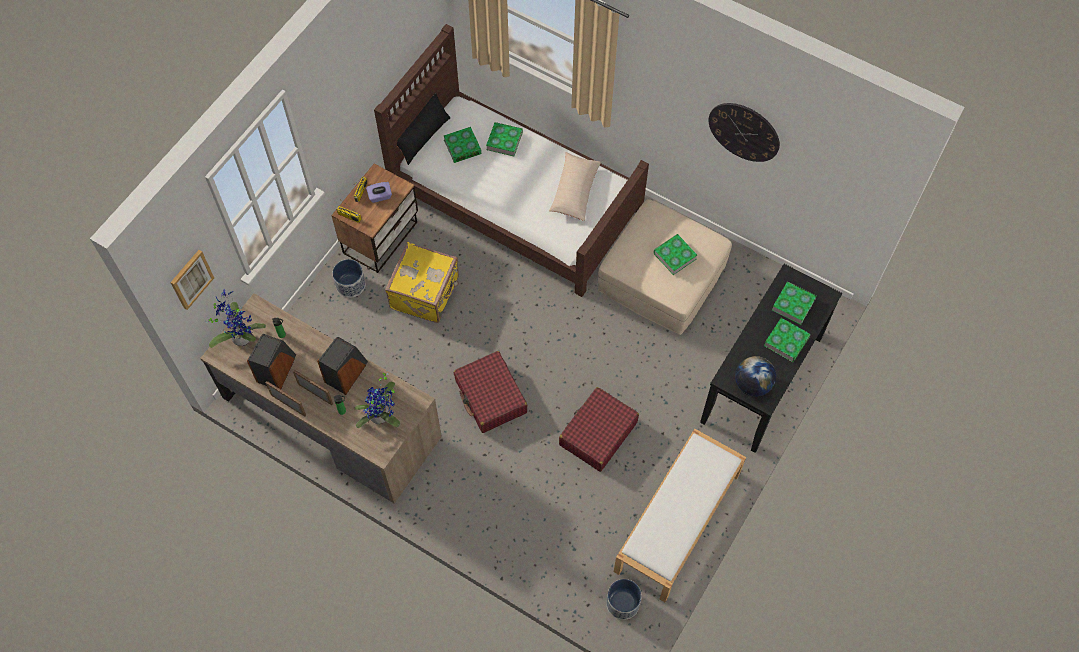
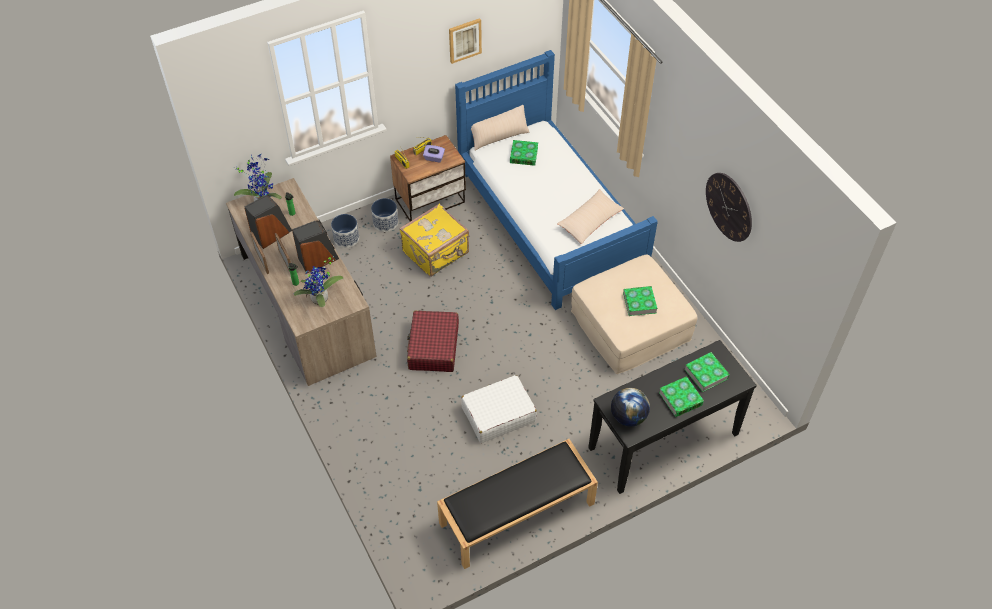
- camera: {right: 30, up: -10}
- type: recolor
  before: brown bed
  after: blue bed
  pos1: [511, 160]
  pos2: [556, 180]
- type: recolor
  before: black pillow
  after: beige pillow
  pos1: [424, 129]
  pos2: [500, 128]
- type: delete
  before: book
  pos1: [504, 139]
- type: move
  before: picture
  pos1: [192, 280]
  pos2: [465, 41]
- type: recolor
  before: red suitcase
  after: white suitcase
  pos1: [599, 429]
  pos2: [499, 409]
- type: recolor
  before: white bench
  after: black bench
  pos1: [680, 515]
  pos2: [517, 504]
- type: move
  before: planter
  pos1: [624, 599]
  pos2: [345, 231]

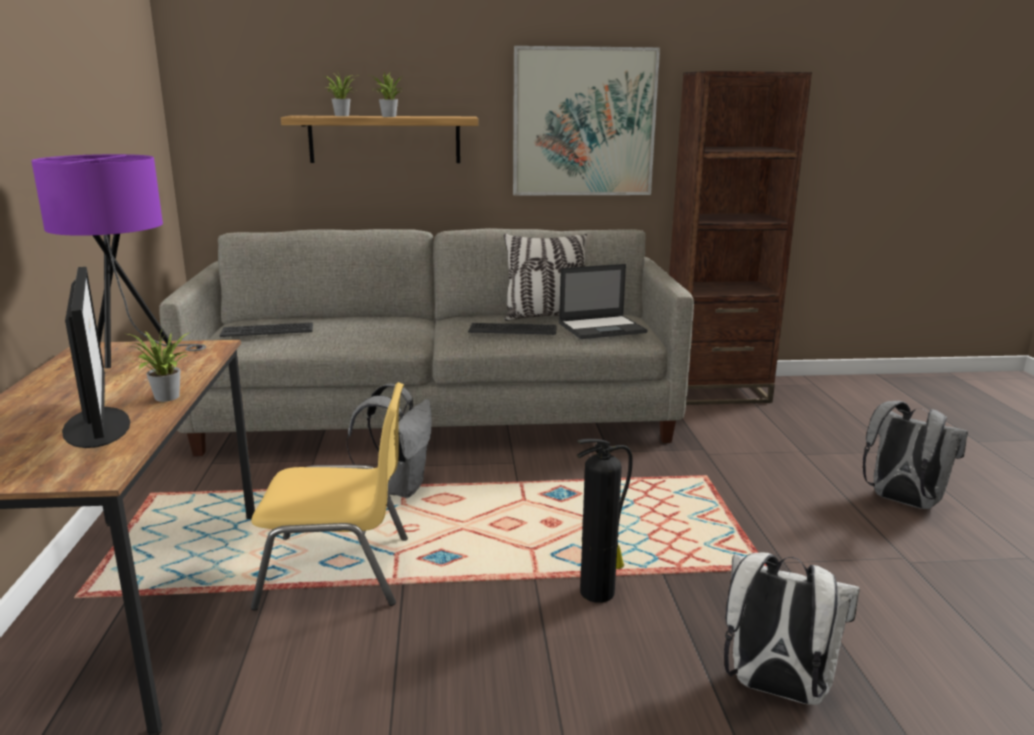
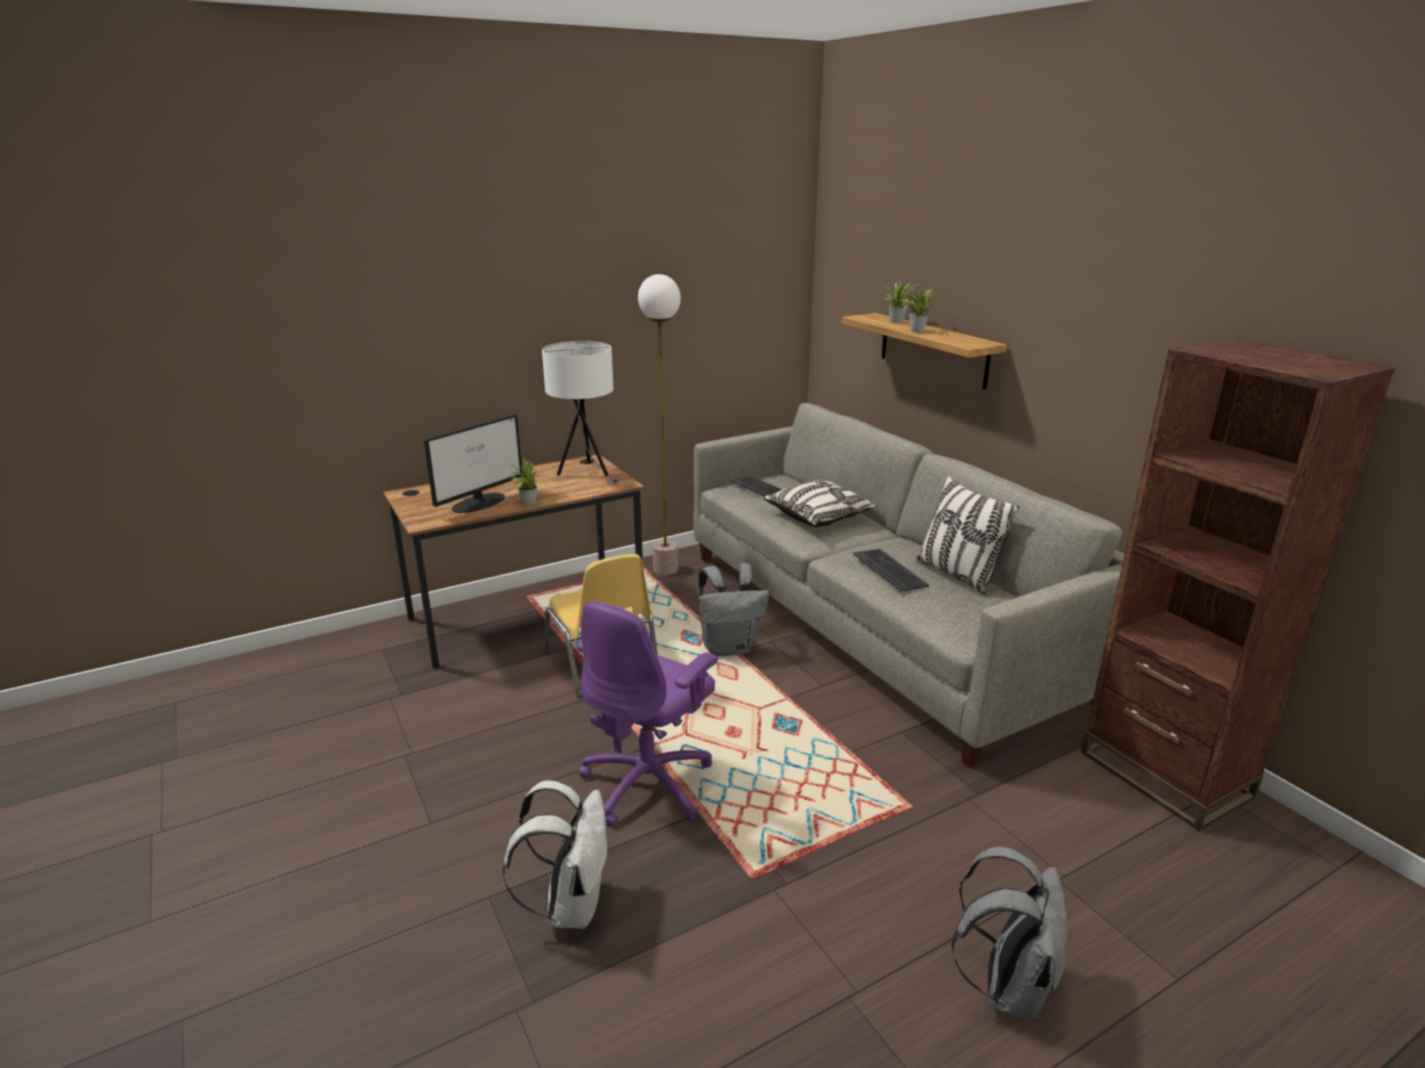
- camera: {right: 65, up: 5}
- type: delete
  before: picture
  pos1: [586, 120]
- type: recolor
  before: purple table lamp
  after: white table lamp
  pos1: [118, 261]
  pos2: [581, 412]
- type: delete
  before: laptop
  pos1: [603, 301]
- type: replace
  before: fire extinguisher
  after: purple office chair
  pos1: [604, 521]
  pos2: [647, 714]
- type: insert
  after: floor lamp
  pos2: [659, 424]
- type: insert
  after: pillow
  pos2: [820, 503]

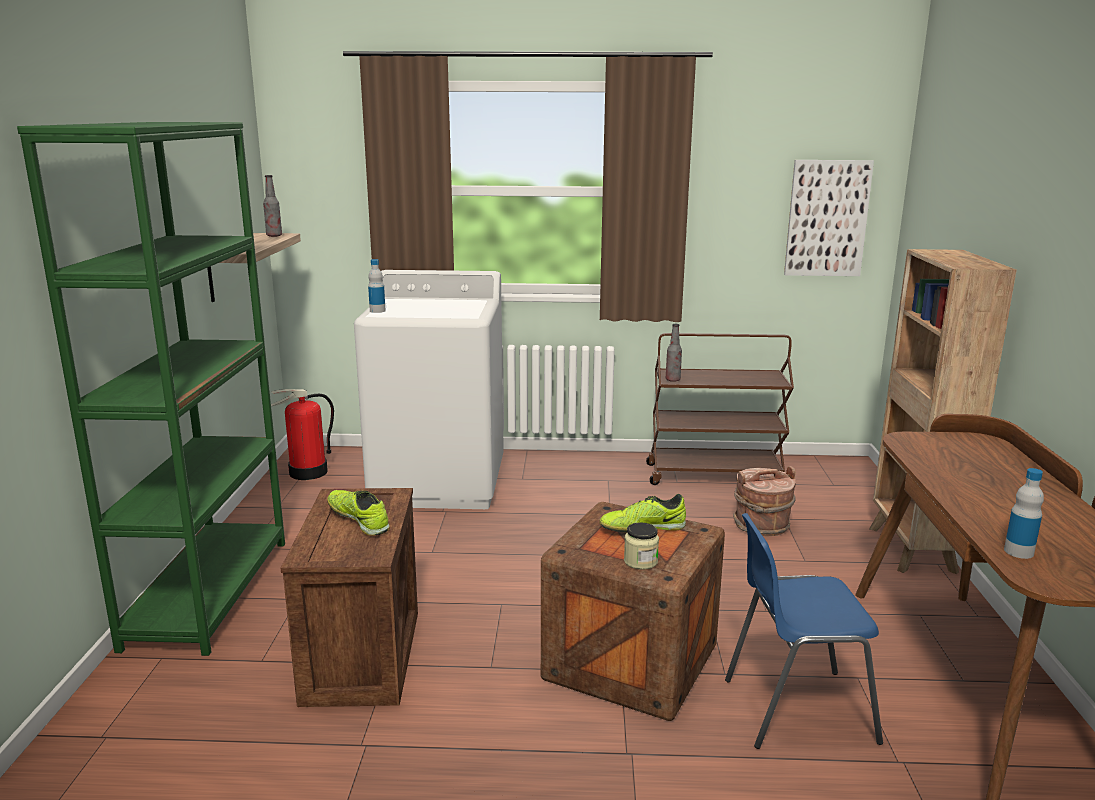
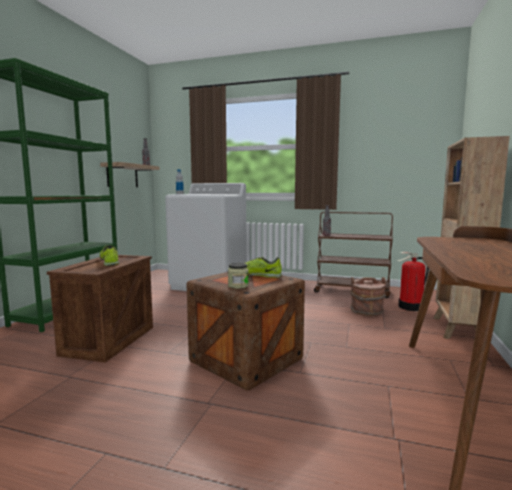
- camera: {right: 15, up: -10}
- type: delete
  before: picture
  pos1: [829, 218]
- type: move
  before: fire extinguisher
  pos1: [302, 434]
  pos2: [413, 281]
- type: delete
  before: bottle
  pos1: [1024, 513]
- type: delete
  before: blue chair
  pos1: [804, 631]

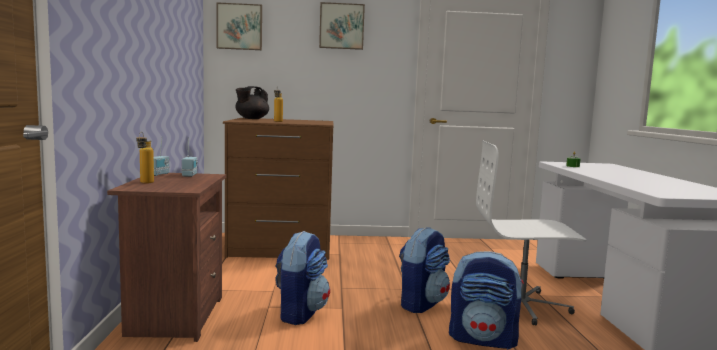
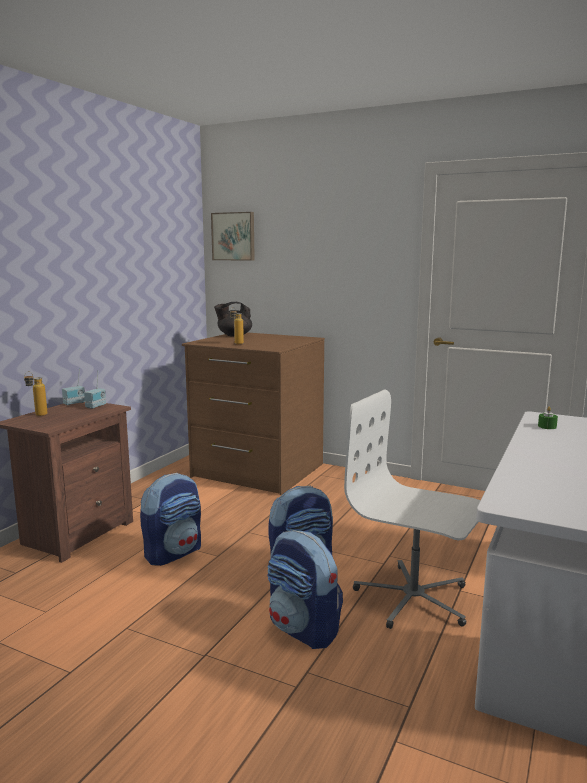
- camera: {right: 30, up: 5}
- type: delete
  before: picture
  pos1: [342, 26]

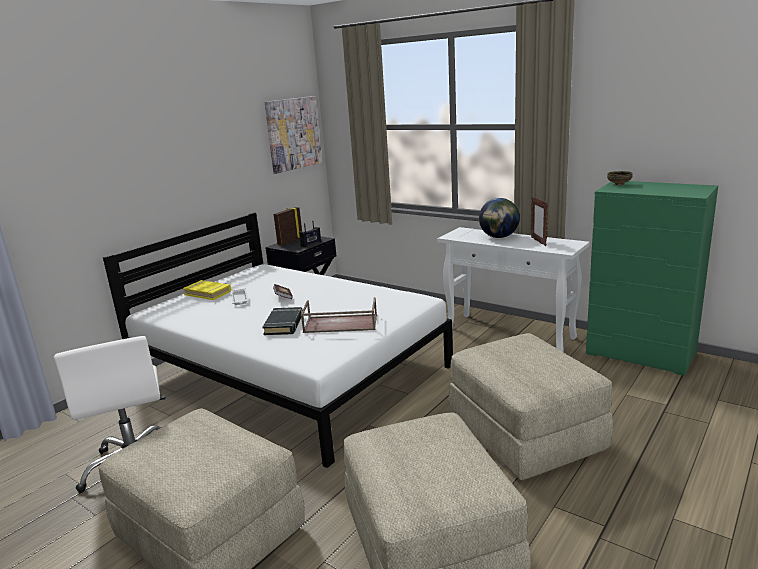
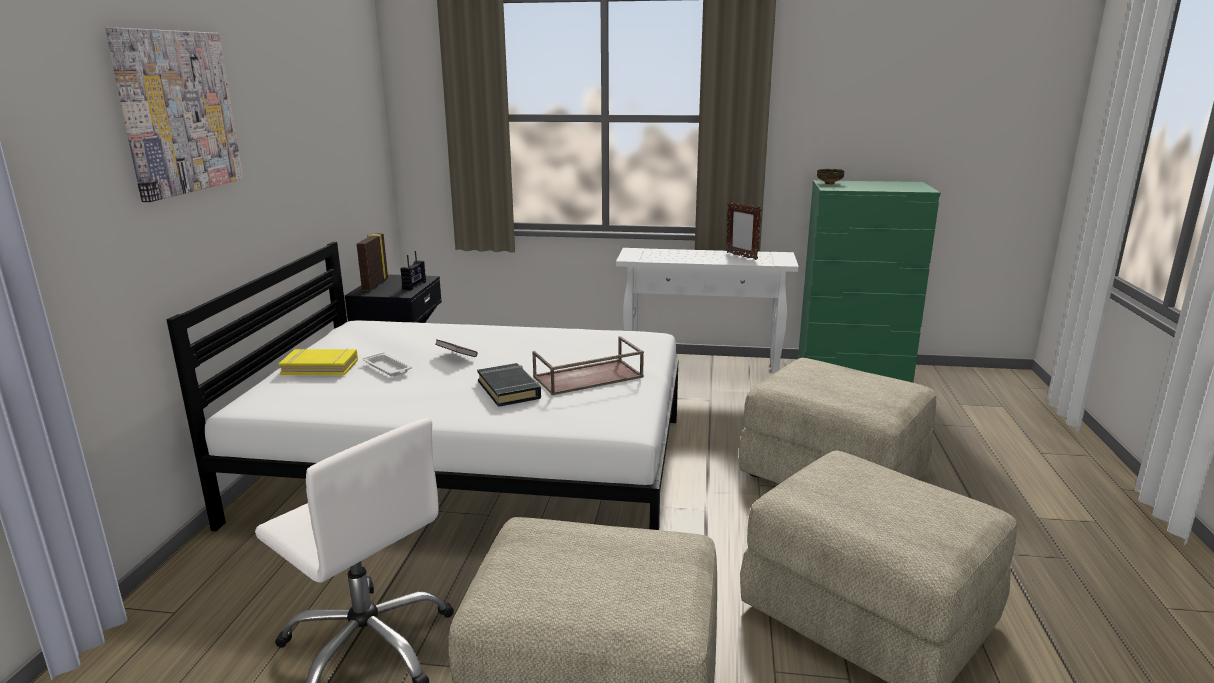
- camera: {right: -30, up: 0}
- type: move
  before: picture
  pos1: [293, 135]
  pos2: [174, 114]
- type: delete
  before: globe
  pos1: [499, 218]

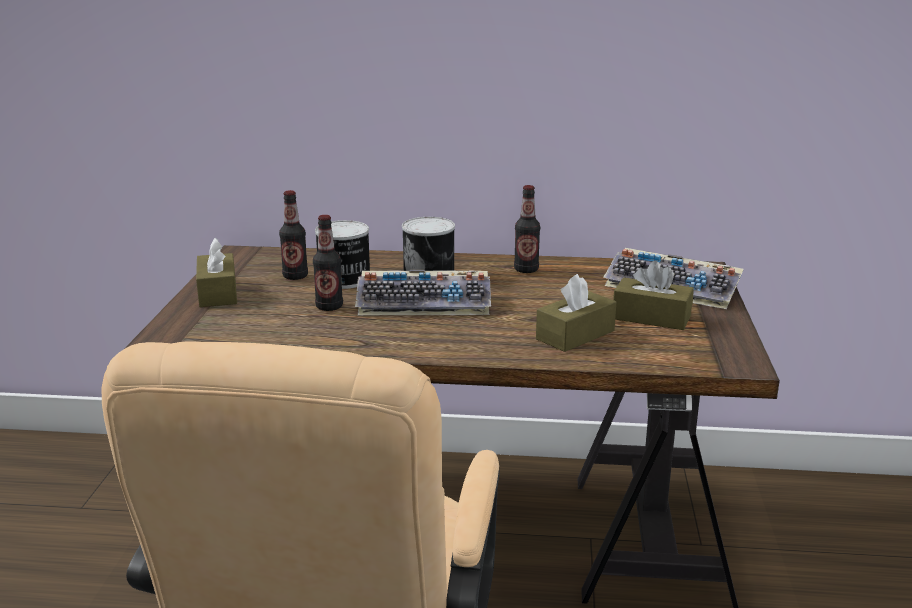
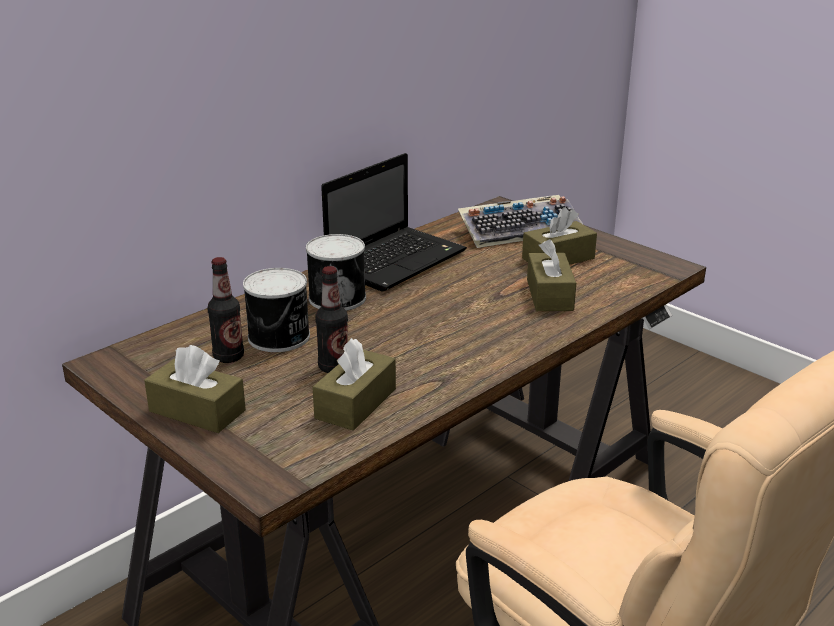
- camera: {right: -50, up: 5}
- type: replace
  before: bottle
  after: laptop
  pos1: [527, 229]
  pos2: [394, 222]
- type: delete
  before: keyboard
  pos1: [423, 292]
- type: insert
  after: brown tissue box
  pos2: [354, 384]

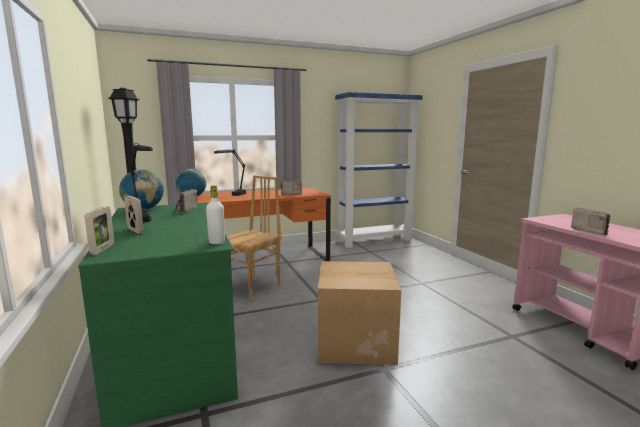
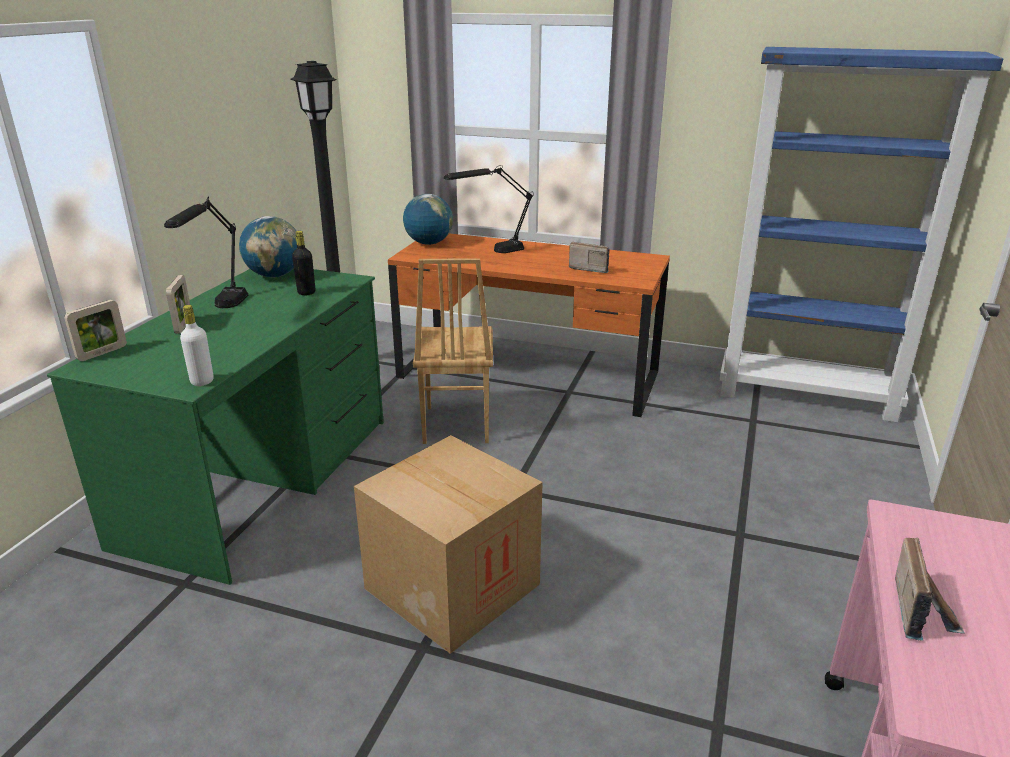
- camera: {right: 40, up: 15}
- type: rotate
  before: brown chair
  pos1: [254, 238]
  pos2: [453, 351]
  turn: 105
- type: replace
  before: radio
  after: black bottle
  pos1: [186, 201]
  pos2: [303, 263]

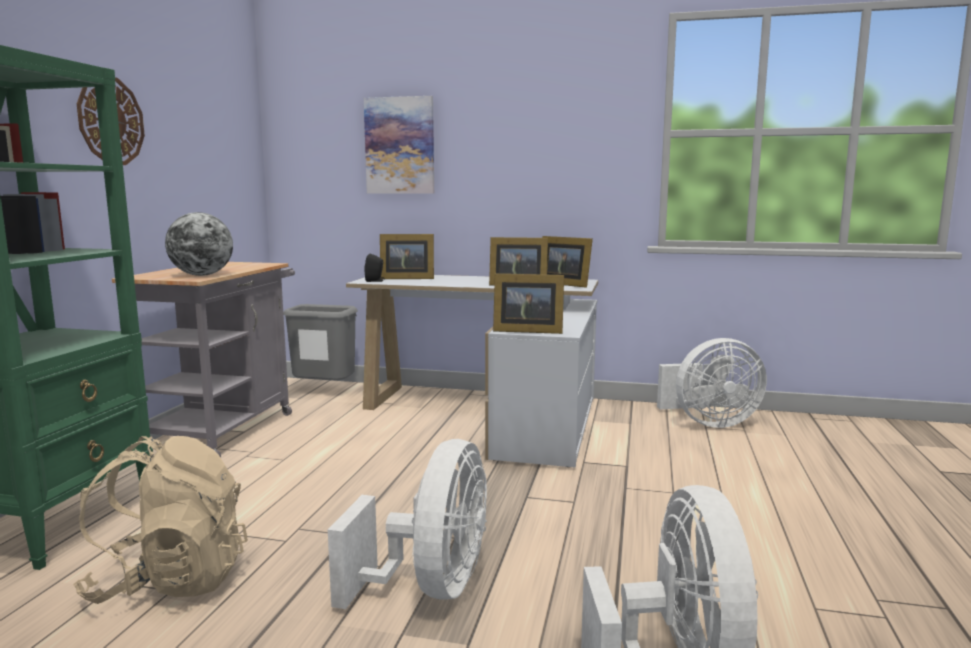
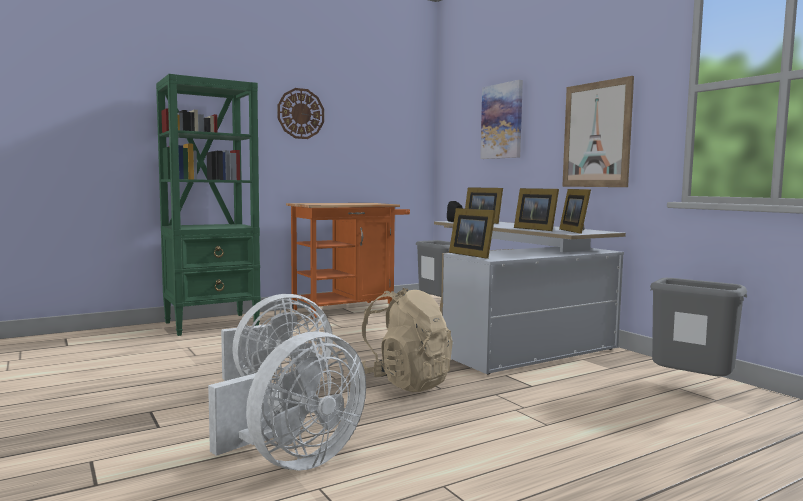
- camera: {right: 45, up: -5}
- type: delete
  before: globe
  pos1: [199, 244]
- type: recolor
  before: grey cart
  after: orange cart
  pos1: [203, 360]
  pos2: [348, 261]
- type: replace
  before: white fan
  after: grey trash can
  pos1: [712, 383]
  pos2: [698, 327]
- type: move
  before: beige backpack
  pos1: [160, 520]
  pos2: [407, 340]
- type: insert
  after: picture
  pos2: [598, 131]

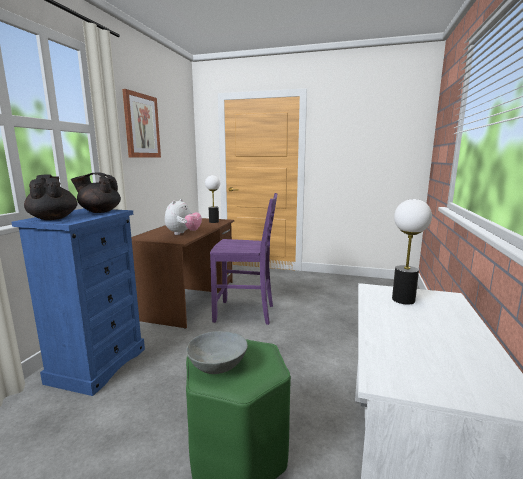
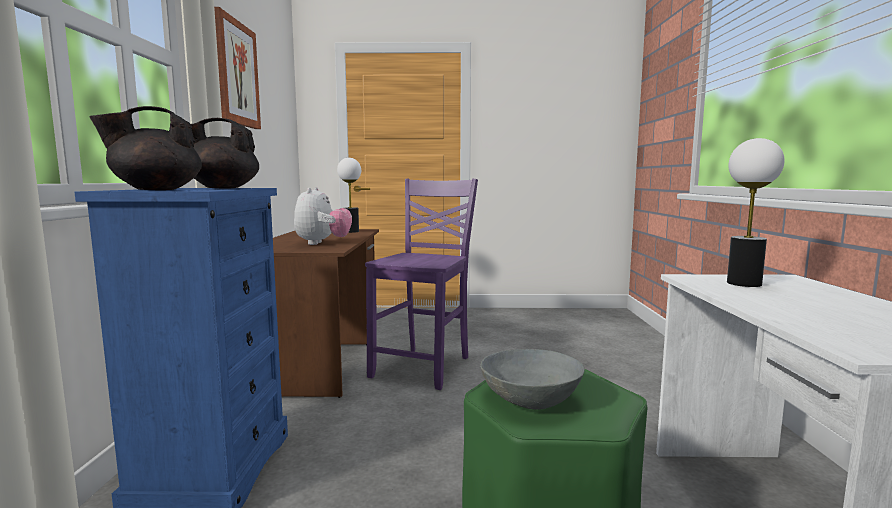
- camera: {right: -15, up: -5}
- type: rotate
  before: black teapot
  pos1: [51, 197]
  pos2: [146, 148]
  turn: -75
- type: rotate
  before: purple chair
  pos1: [244, 259]
  pos2: [421, 284]
  turn: -60

